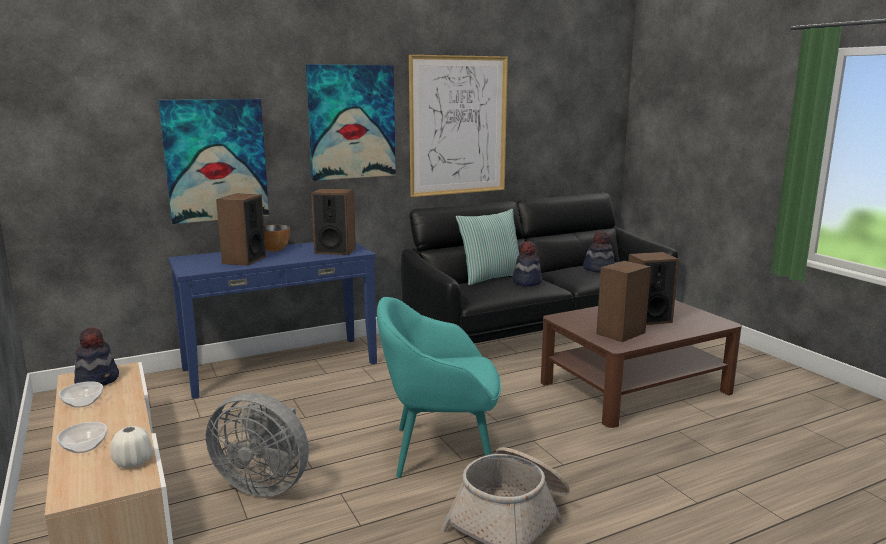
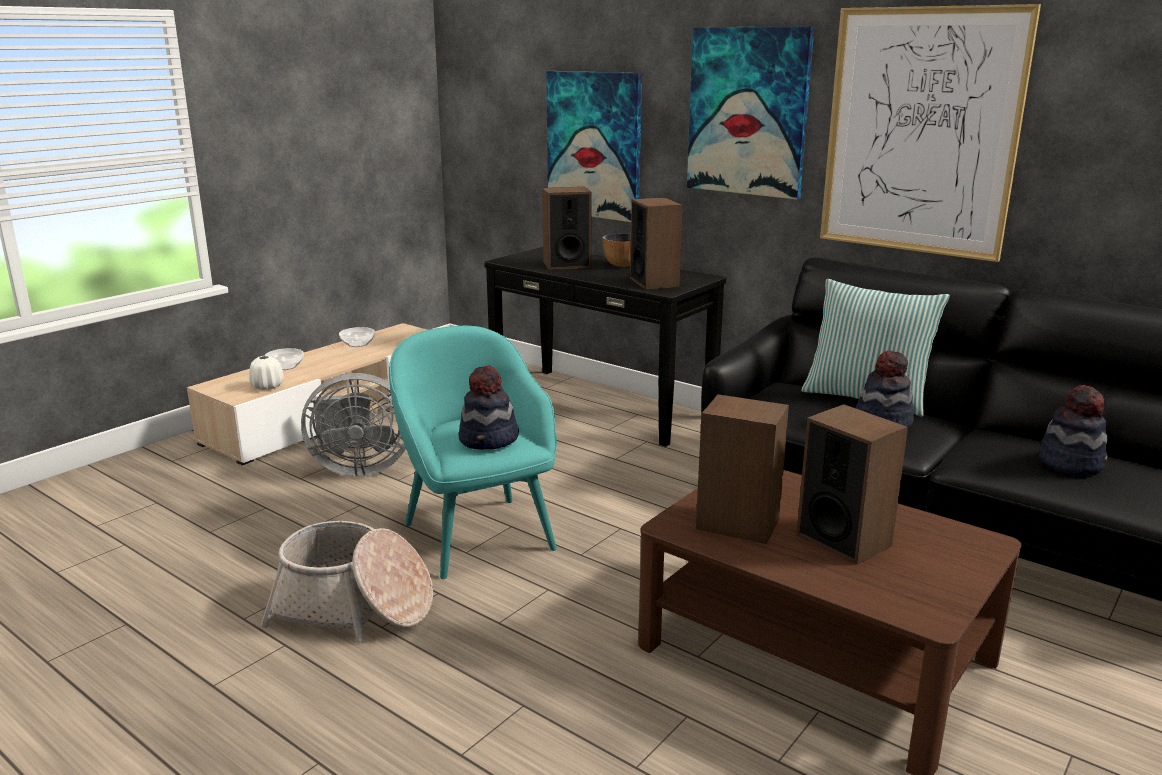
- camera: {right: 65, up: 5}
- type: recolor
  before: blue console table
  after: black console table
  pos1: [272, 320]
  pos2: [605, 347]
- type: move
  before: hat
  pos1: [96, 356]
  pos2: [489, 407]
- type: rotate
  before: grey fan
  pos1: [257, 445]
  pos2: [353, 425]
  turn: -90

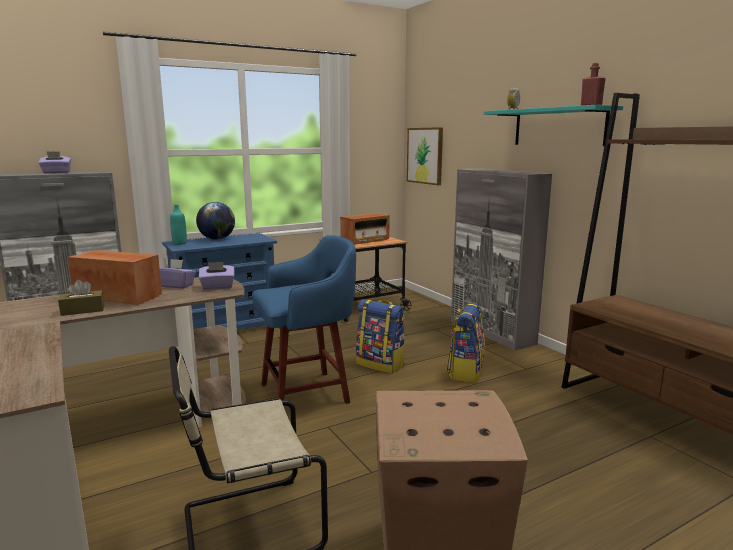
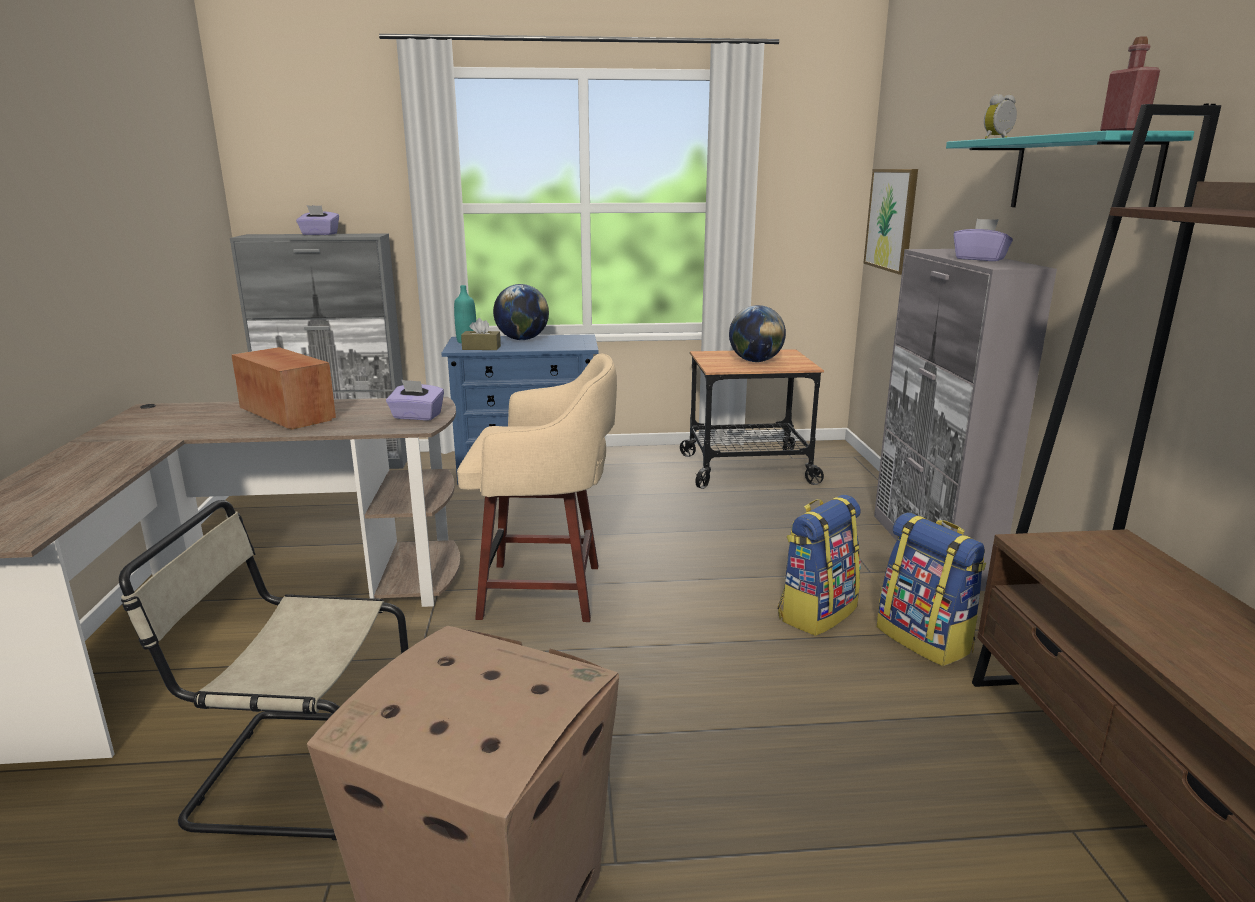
- camera: {right: 25, up: 5}
- type: replace
  before: radio
  after: globe
  pos1: [365, 229]
  pos2: [757, 333]
- type: recolor
  before: blue stool
  after: beige stool
  pos1: [304, 319]
  pos2: [537, 487]
- type: move
  before: purple tissue box
  pos1: [178, 273]
  pos2: [983, 240]
- type: move
  before: brown tissue box
  pos1: [81, 298]
  pos2: [481, 334]
- type: move
  before: backpack
  pos1: [380, 336]
  pos2: [931, 589]

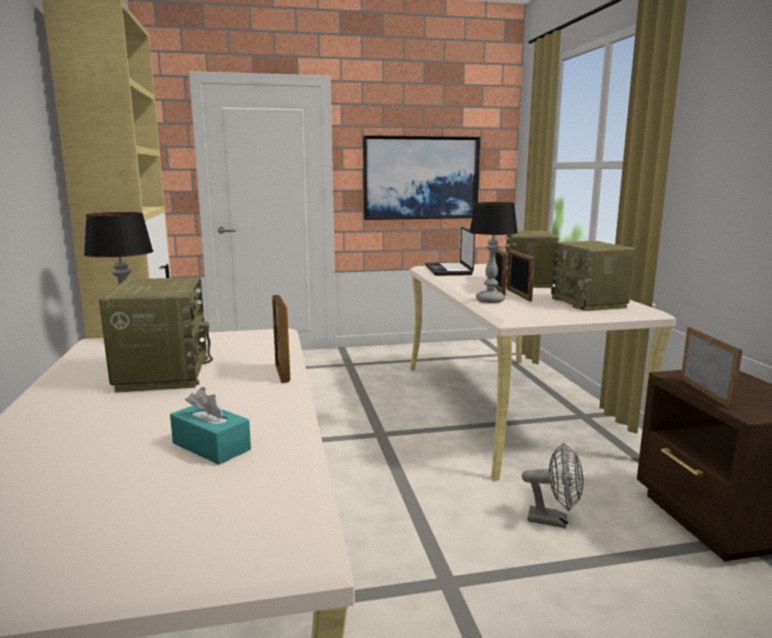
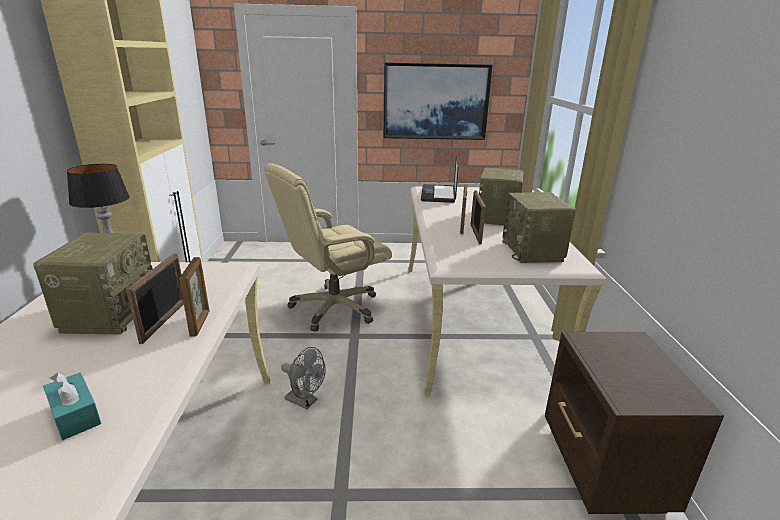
- camera: {right: 10, up: 10}
- type: delete
  before: table lamp
  pos1: [493, 252]
- type: move
  before: picture frame
  pos1: [712, 368]
  pos2: [155, 298]
- type: move
  before: grey fan
  pos1: [552, 485]
  pos2: [303, 378]
- type: insert
  after: beige office chair
  pos2: [328, 247]

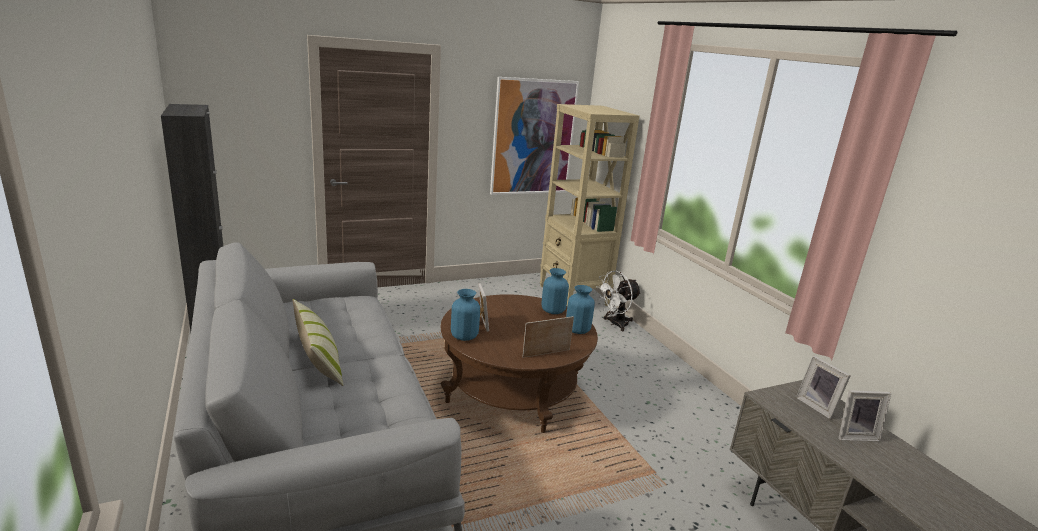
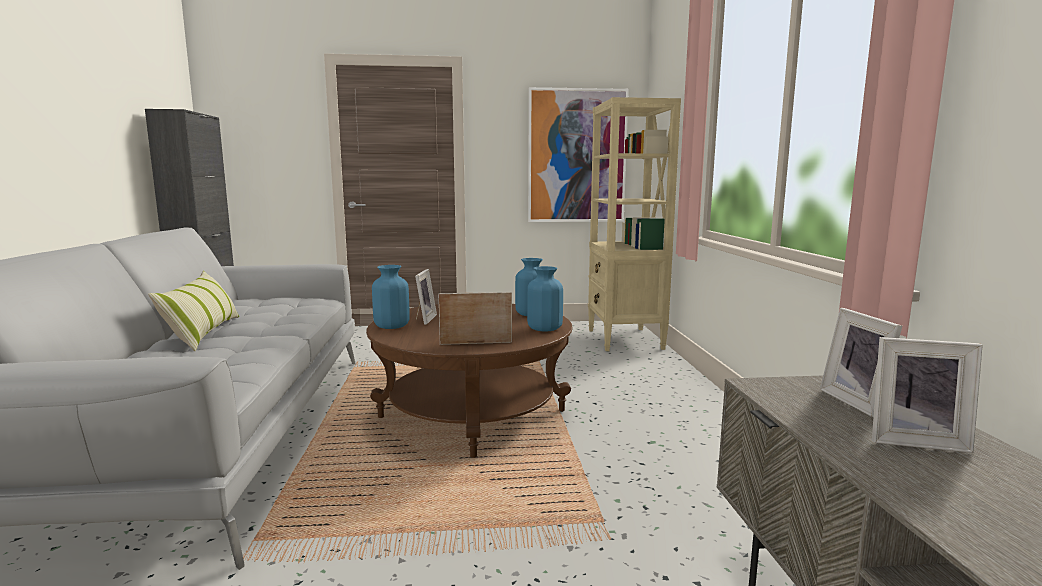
- camera: {right: 20, up: -10}
- type: delete
  before: white fan
  pos1: [618, 301]

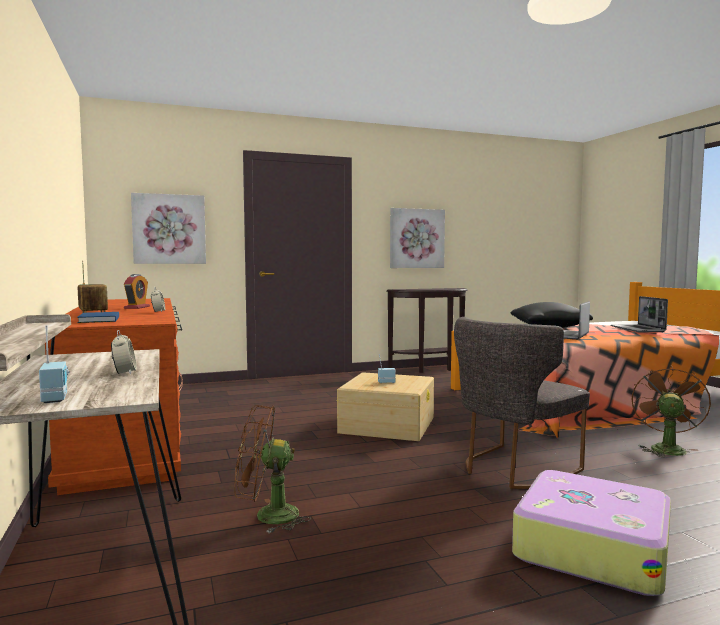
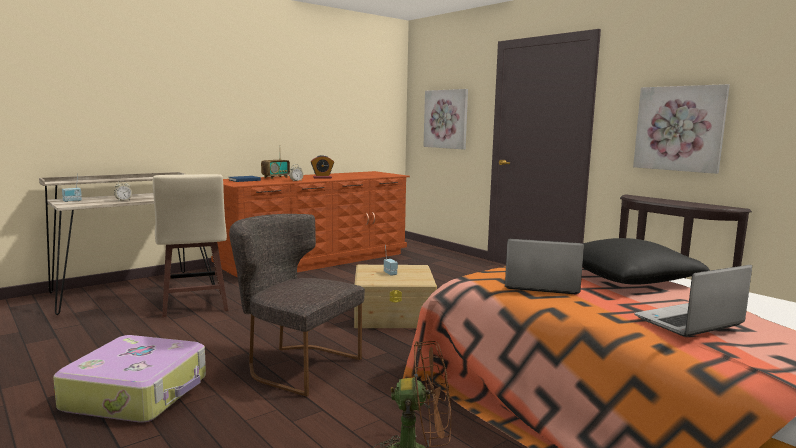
- camera: {right: 70, up: 5}
- type: replace
  before: brown fan
  after: beige stool
  pos1: [272, 469]
  pos2: [191, 246]

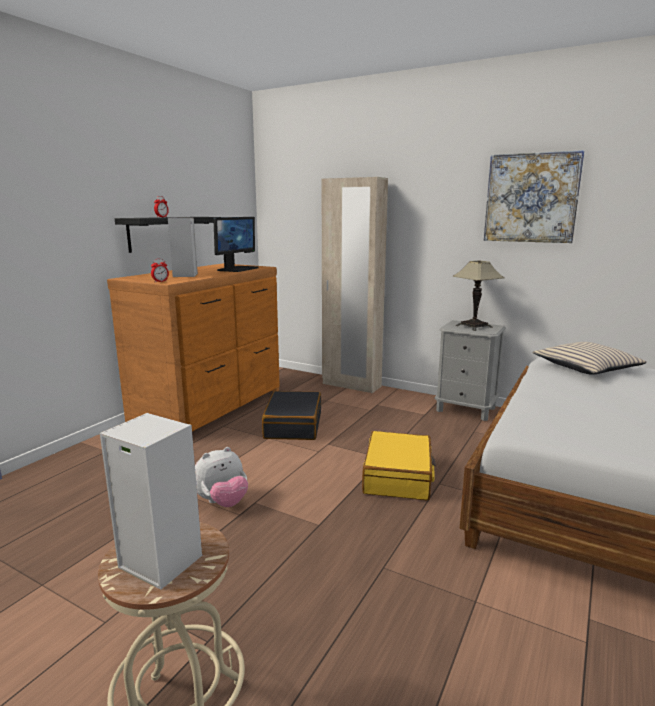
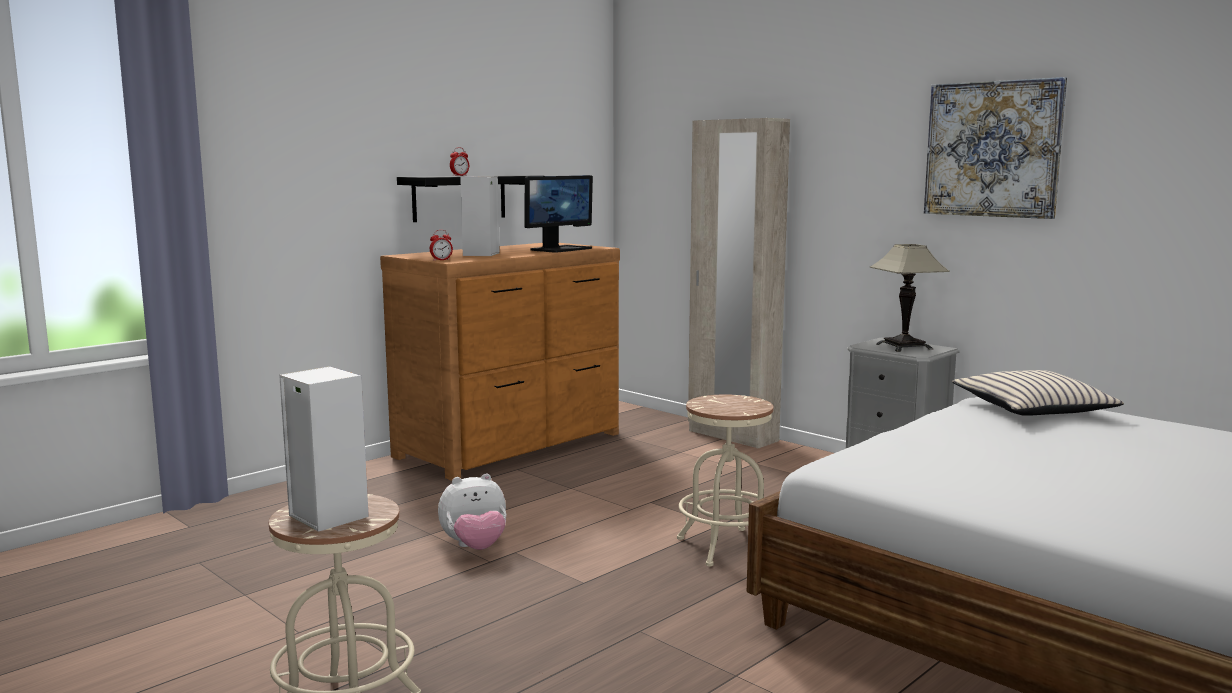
- camera: {right: 15, up: -5}
- type: delete
  before: black suitcase
  pos1: [291, 415]
- type: replace
  before: yellow suitcase
  after: beige stool
  pos1: [399, 466]
  pos2: [725, 481]

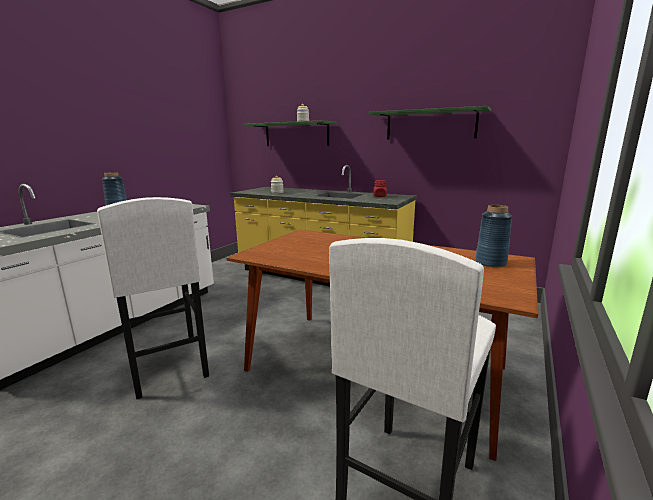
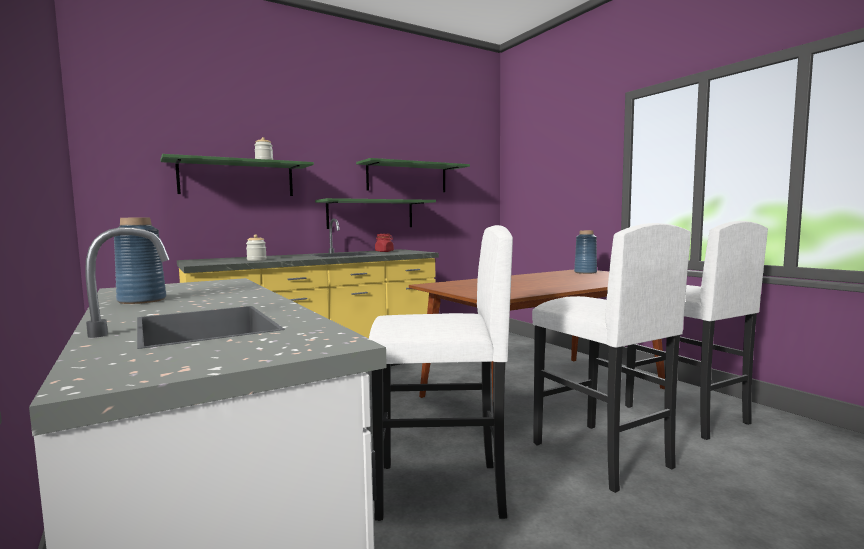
- camera: {right: -60, up: -10}
- type: insert
  after: green shelf
  pos2: [375, 213]
- type: insert
  after: white stool
  pos2: [611, 358]

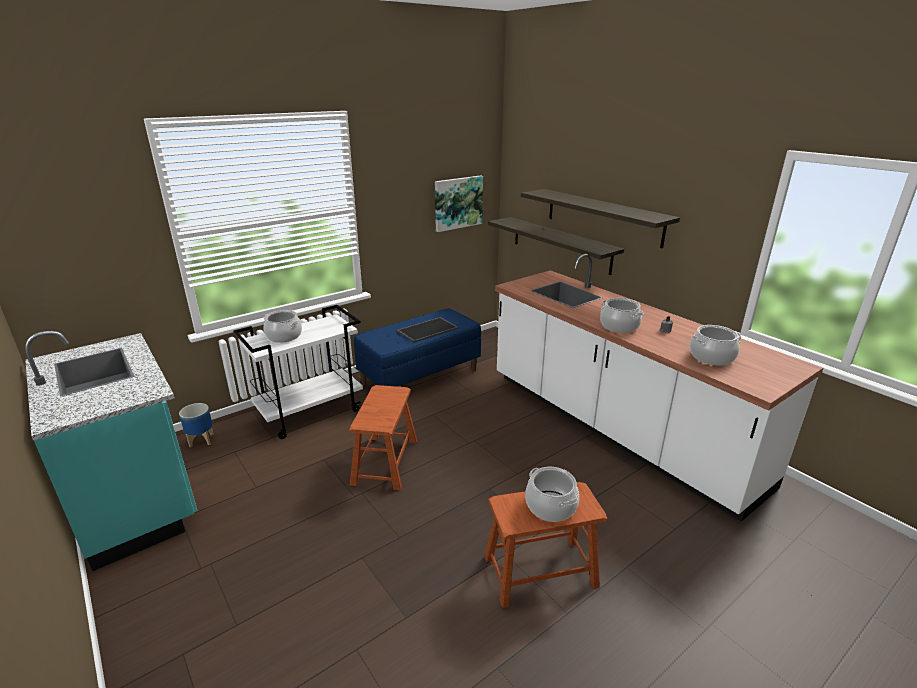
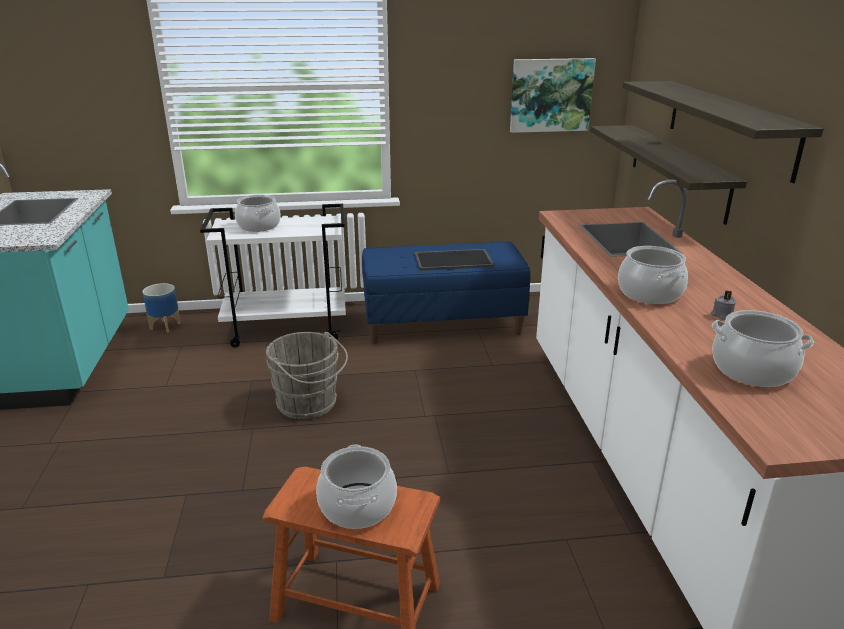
- camera: {right: 30, up: 0}
- type: replace
  before: brown stool
  after: grey bucket
  pos1: [383, 437]
  pos2: [307, 375]

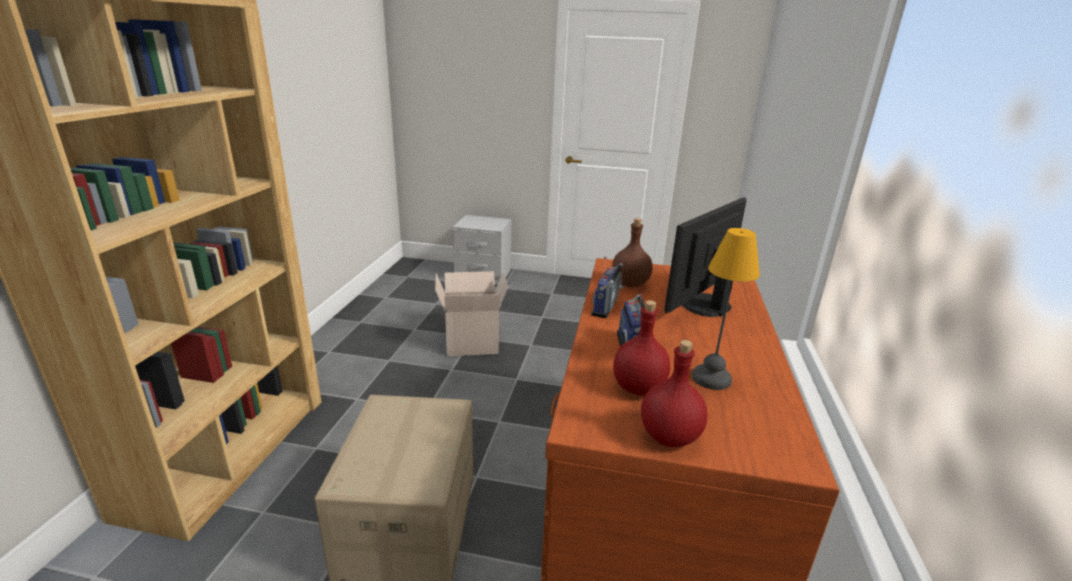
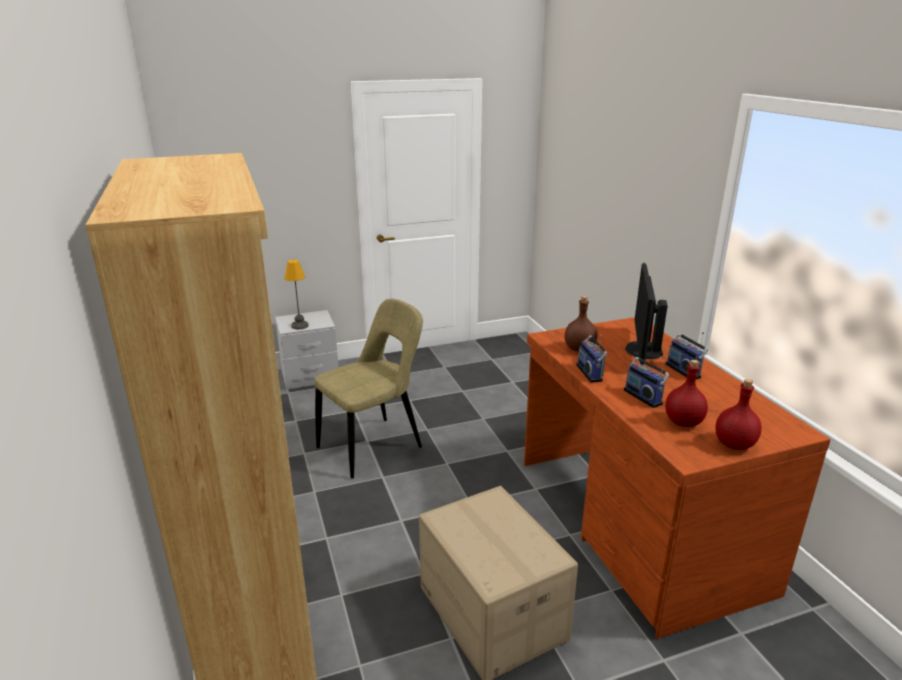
- camera: {right: -30, up: 0}
- type: move
  before: table lamp
  pos1: [726, 309]
  pos2: [296, 295]
- type: replace
  before: cardboard box
  after: beige chair
  pos1: [471, 313]
  pos2: [368, 388]
- type: insert
  after: radio
  pos2: [687, 355]

